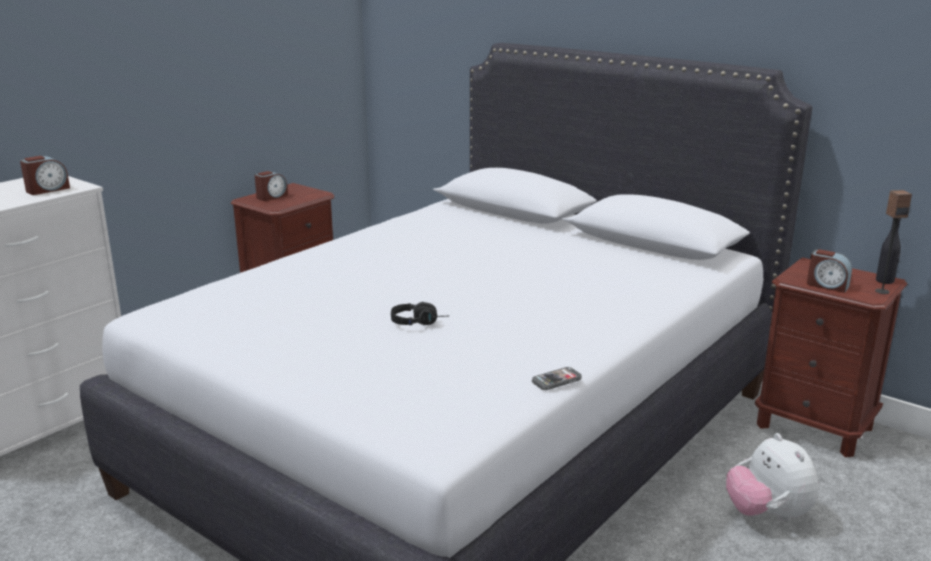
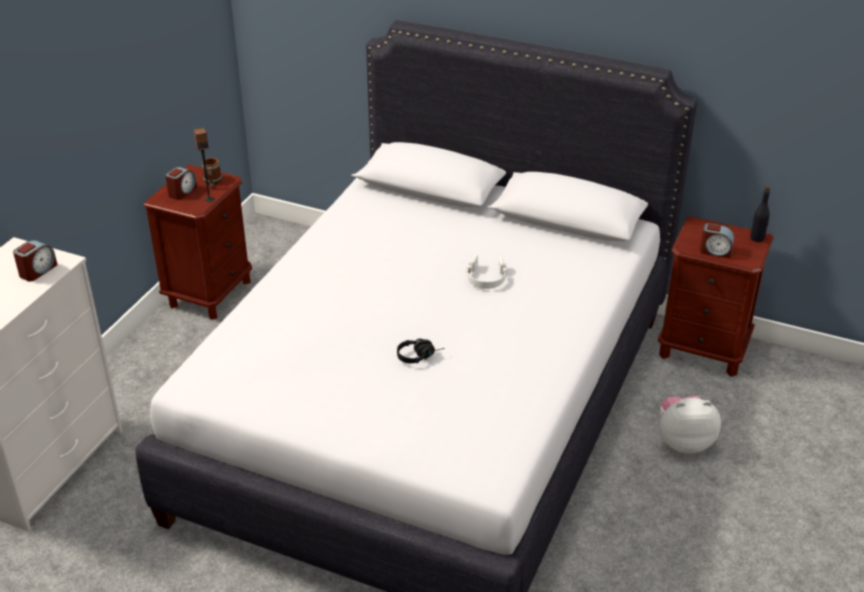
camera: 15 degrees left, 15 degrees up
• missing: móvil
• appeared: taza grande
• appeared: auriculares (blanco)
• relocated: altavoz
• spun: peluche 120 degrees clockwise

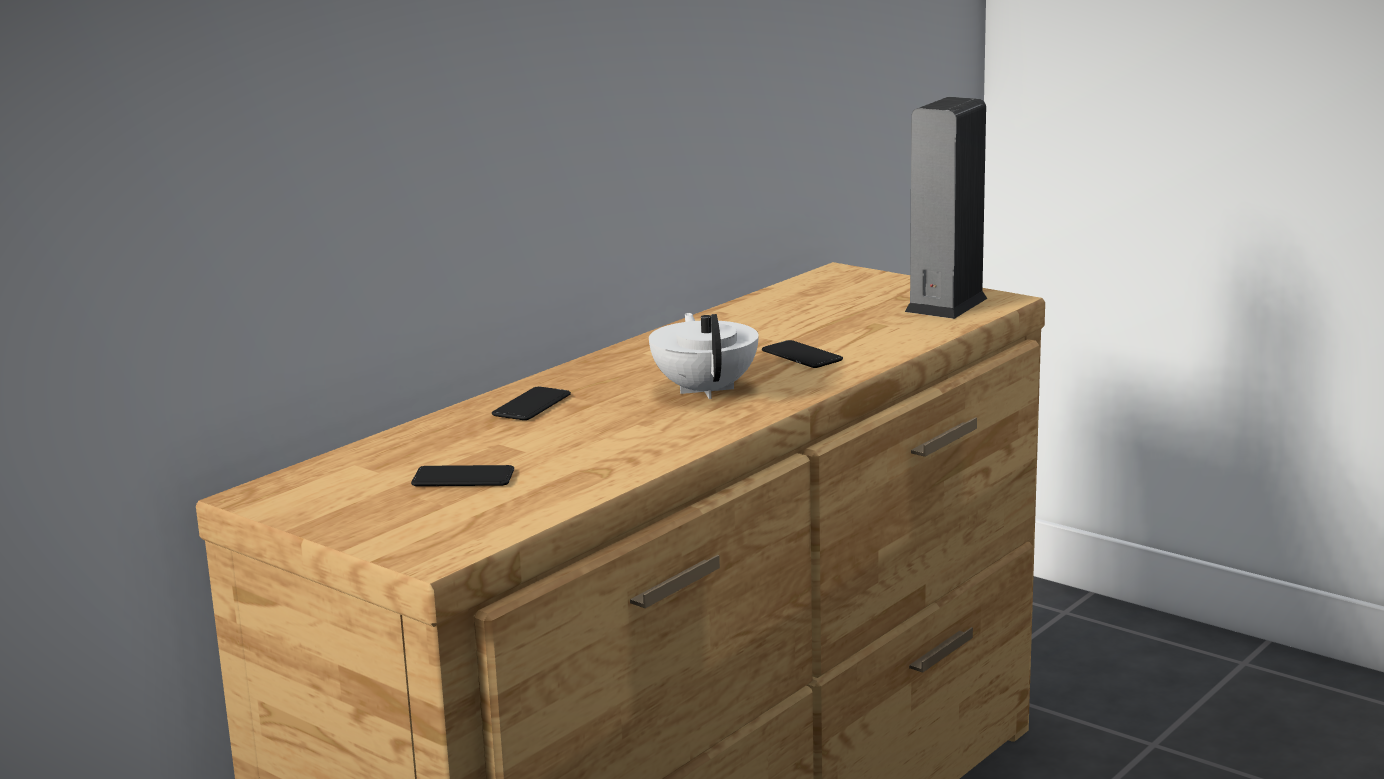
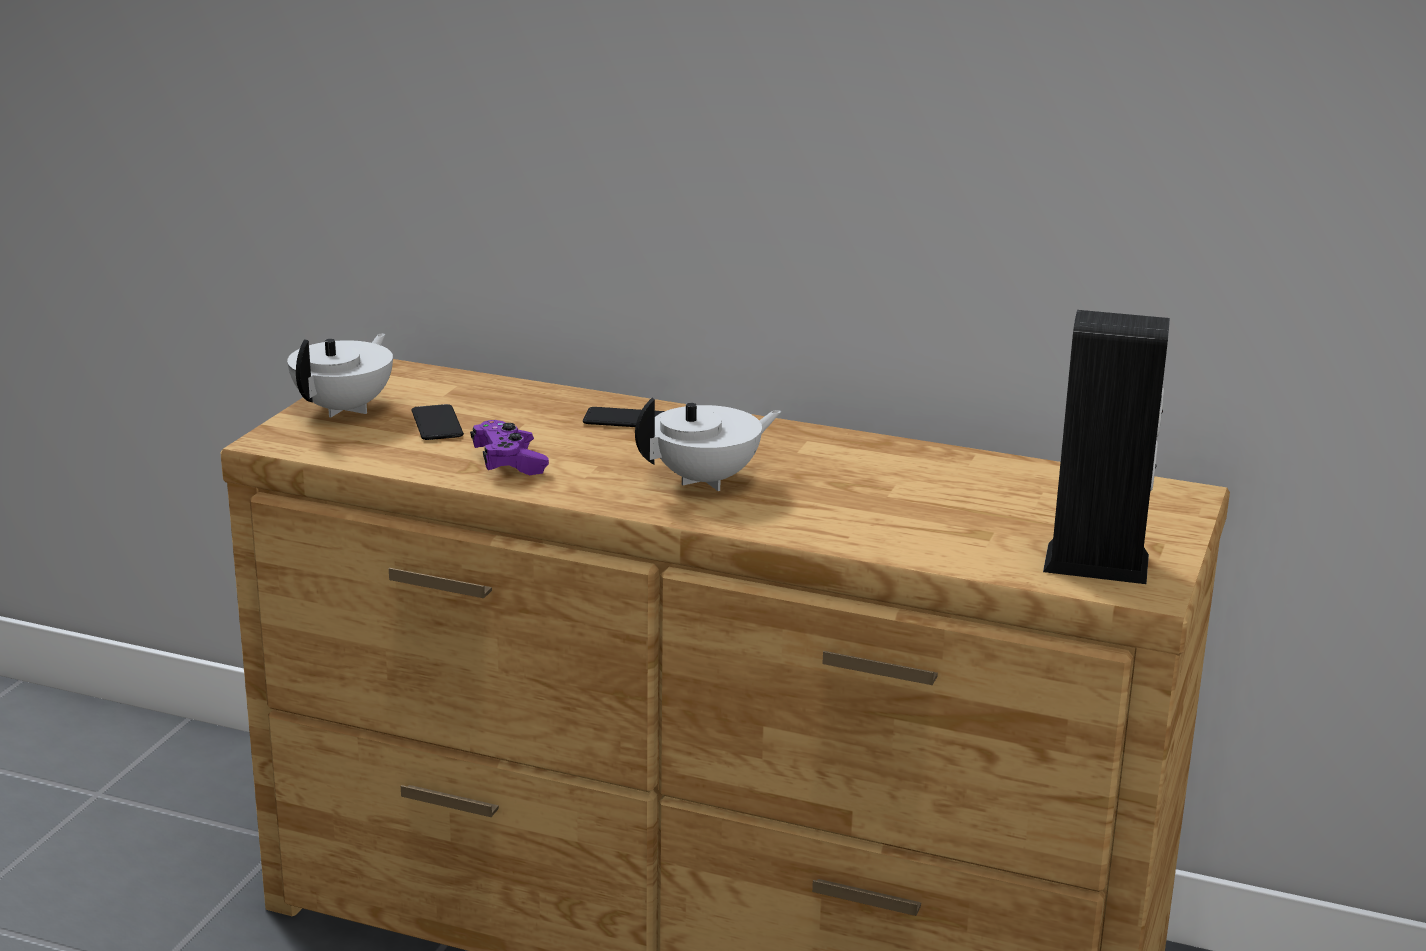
camera: 70 degrees right, 5 degrees up
• missing: móvil (no. 3 from left)
• appeared: tetera (blanco) (no. 1 from left)
• appeared: mando de consola (morado)

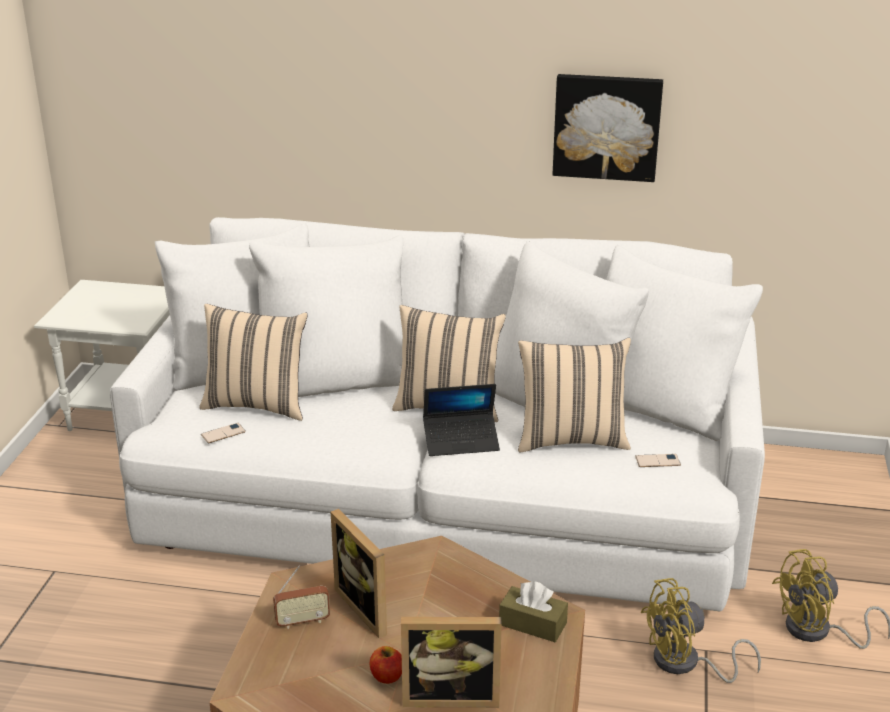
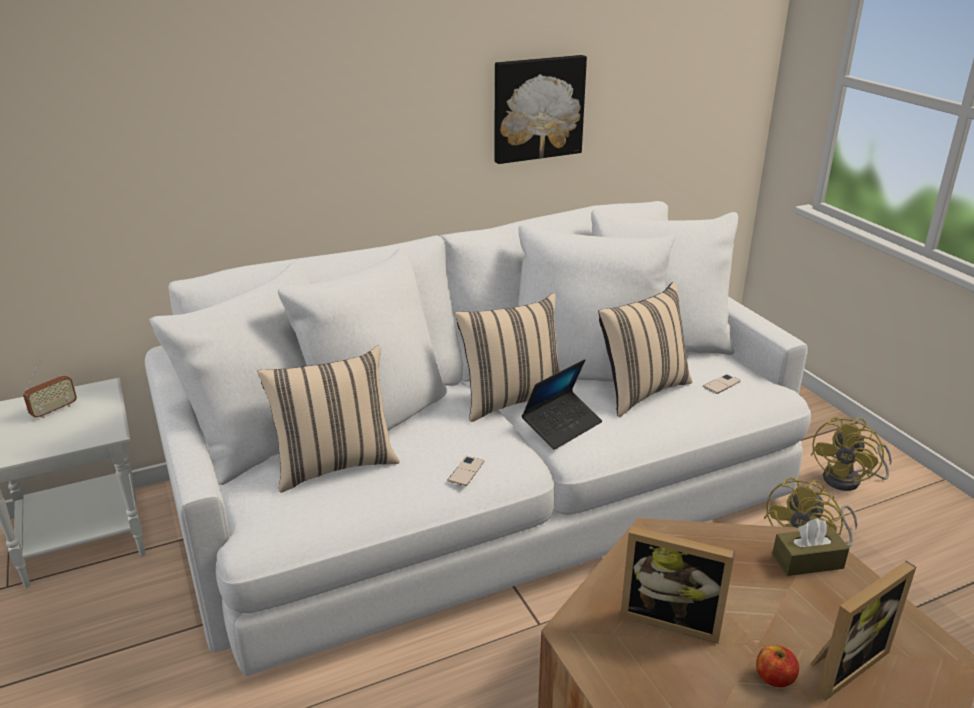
camera: 35 degrees left, 0 degrees up
• relocated: móvil (no. 1 from left)
• relocated: radio

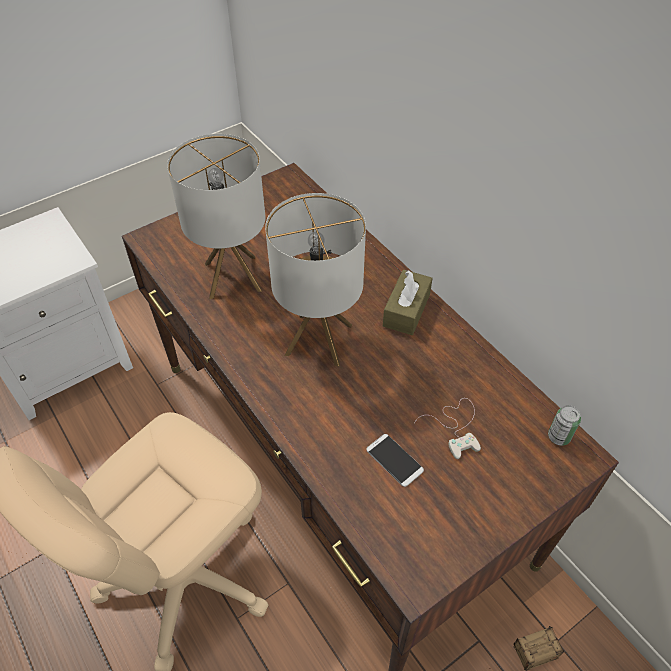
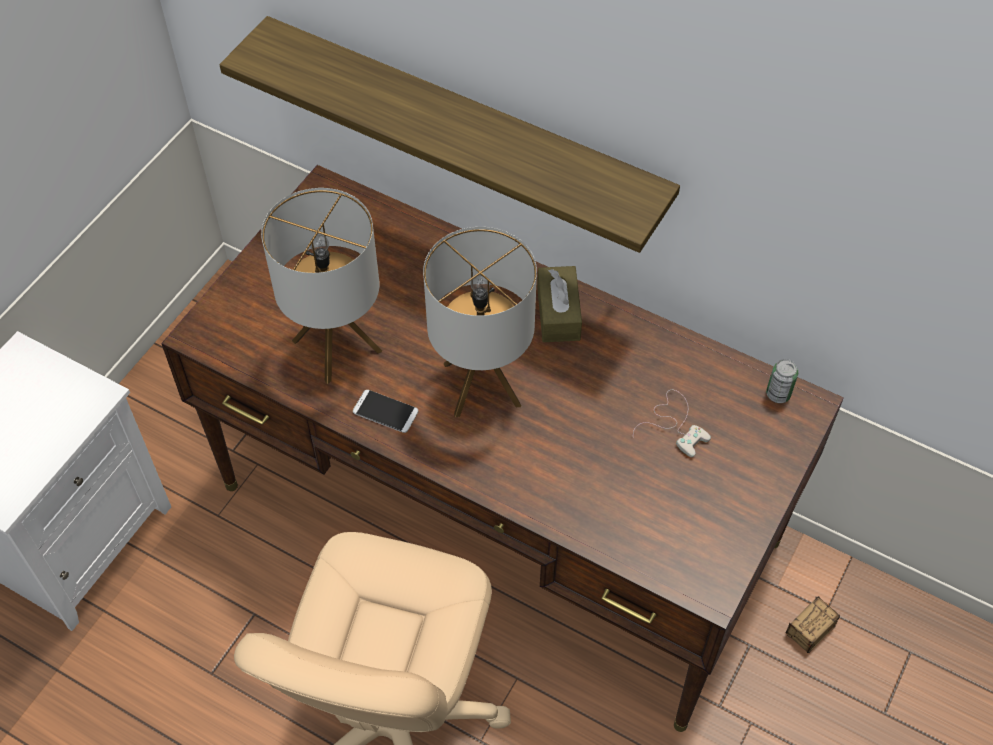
camera: 25 degrees left, 5 degrees up
• appeared: estante
• relocated: móvil

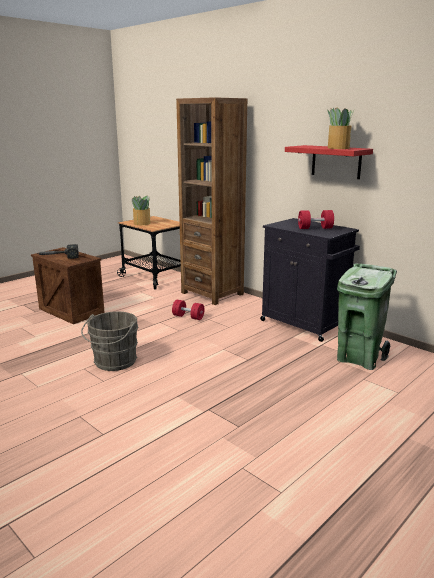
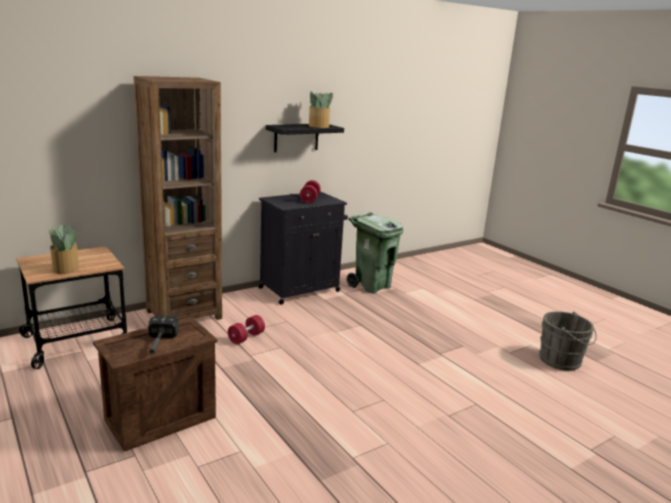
camera: 80 degrees left, 0 degrees up
• relocated: cubo (gris)
• colour: estante (rojo) to estante (negro)

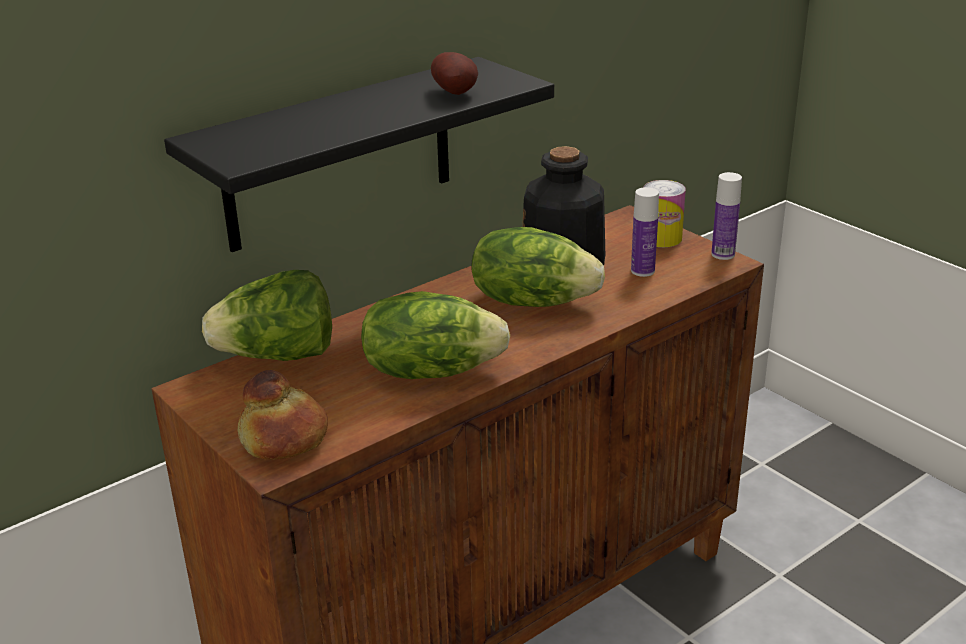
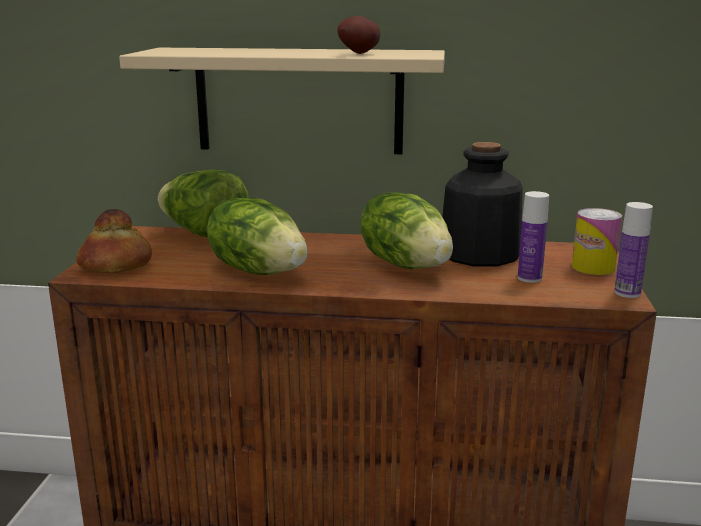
camera: 45 degrees right, 10 degrees down
• colour: estante (negro) to estante (beis)

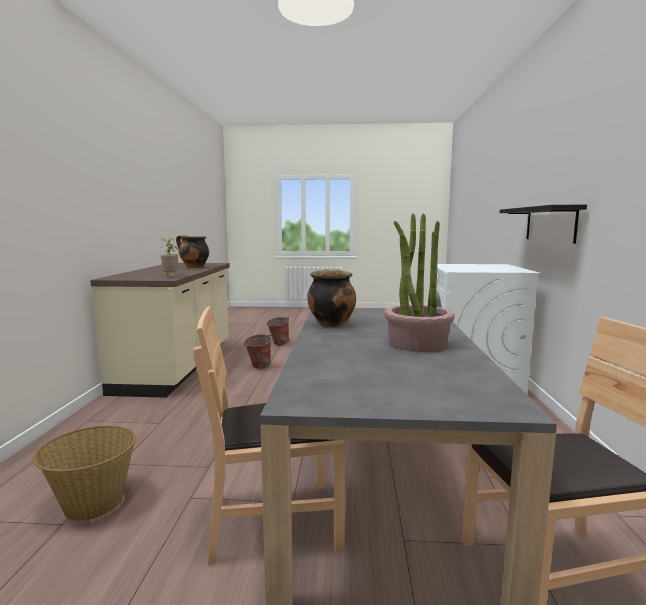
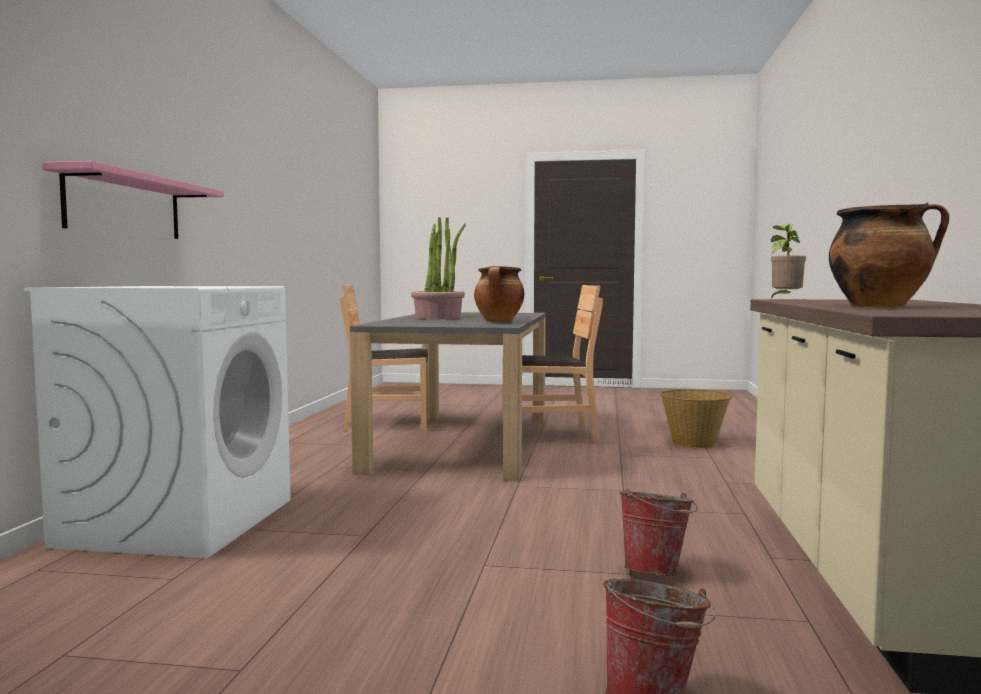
camera: 175 degrees left, 5 degrees down
• colour: estante (negro) to estante (rosa)

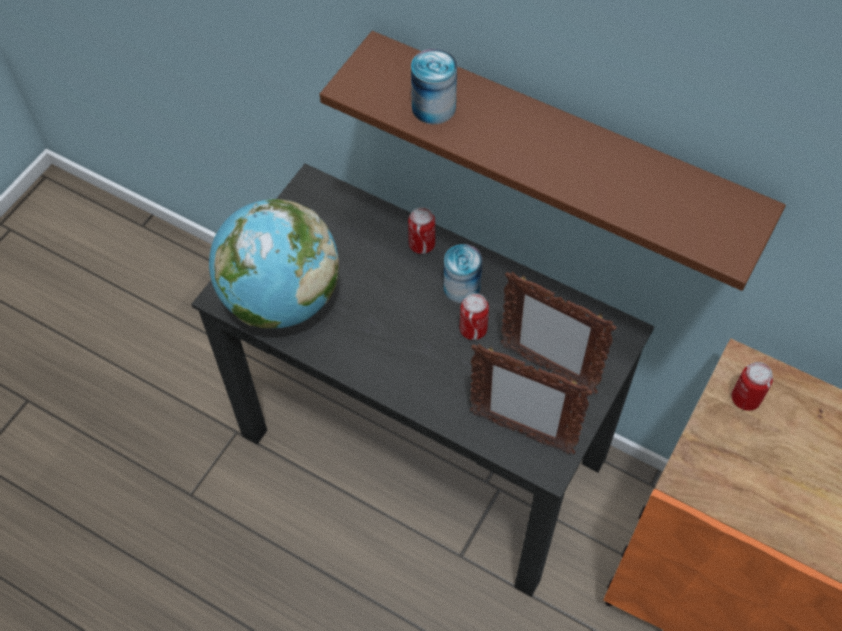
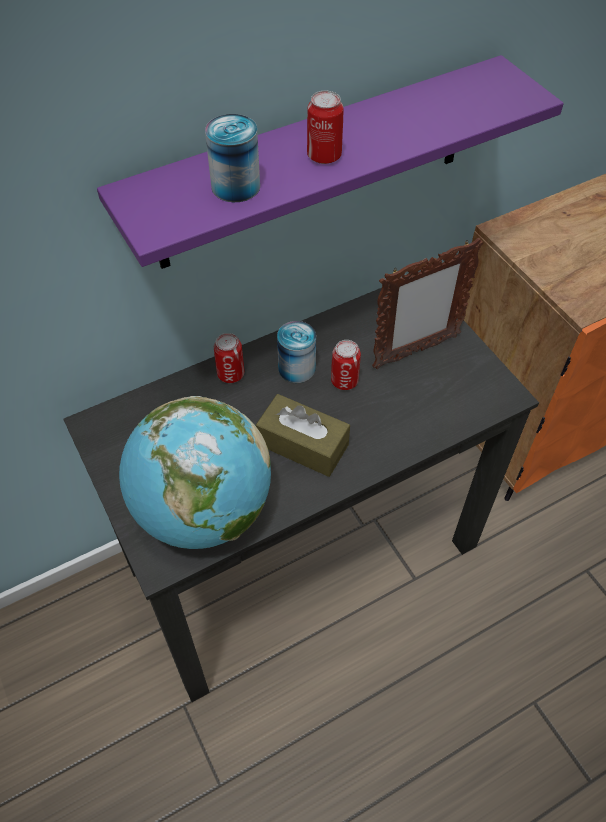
camera: 60 degrees left, 5 degrees down
• missing: portarretratos (no. 1 from left)
• appeared: caja de pañuelos (marrón)
• relocated: lata (no. 5 from left in the first image) to lata (no. 4 from left)
• colour: estante (marrón) to estante (morado)

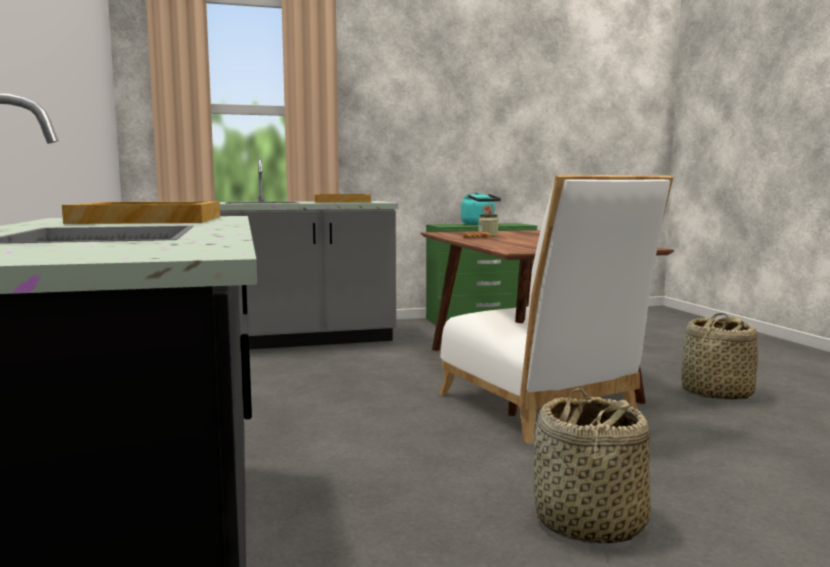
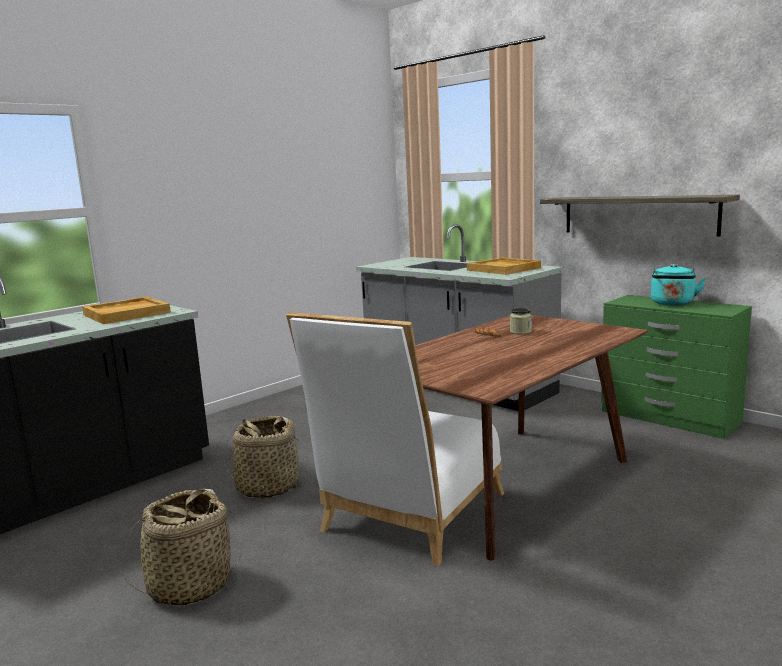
camera: 60 degrees right, 5 degrees up
• appeared: estante
• relocated: cesta (no. 2 from left)

